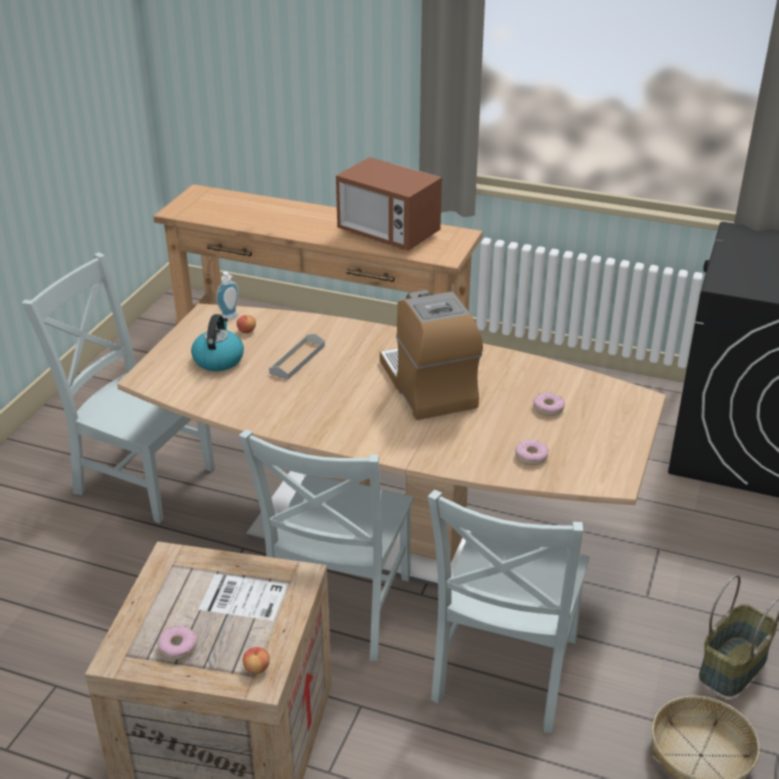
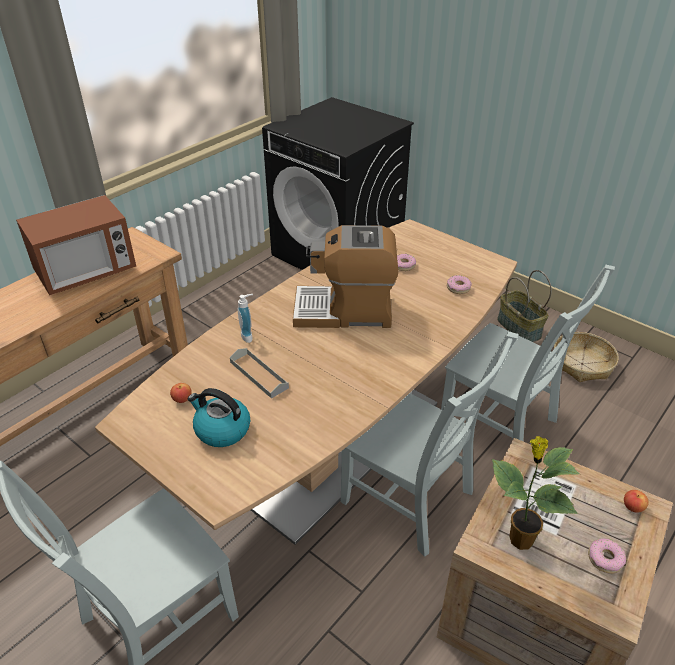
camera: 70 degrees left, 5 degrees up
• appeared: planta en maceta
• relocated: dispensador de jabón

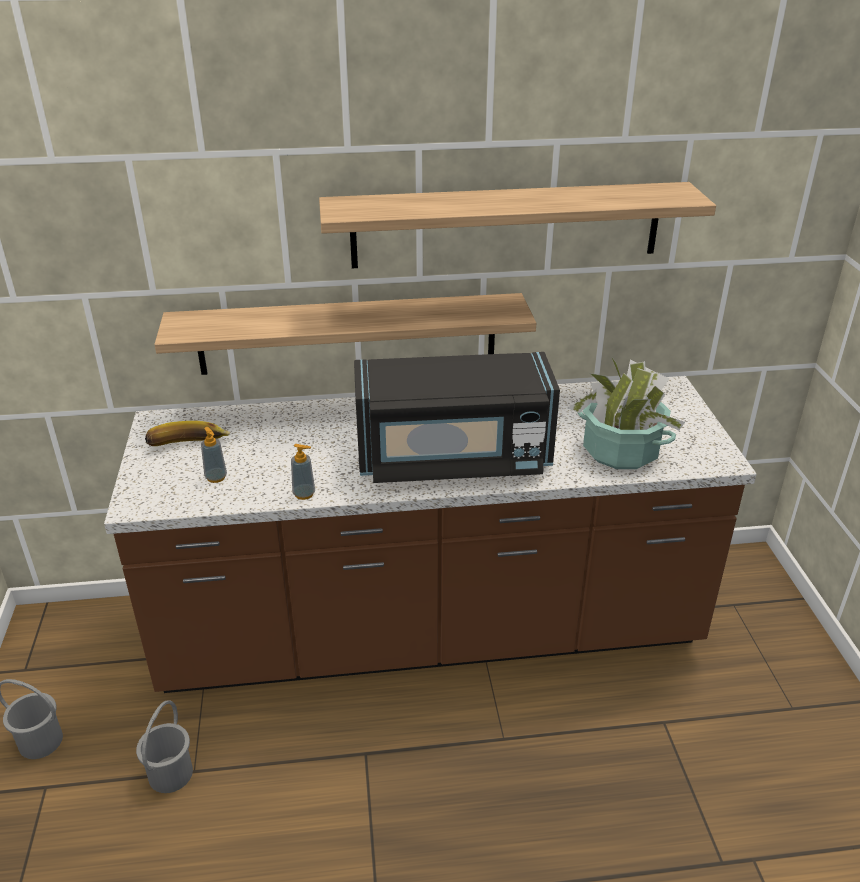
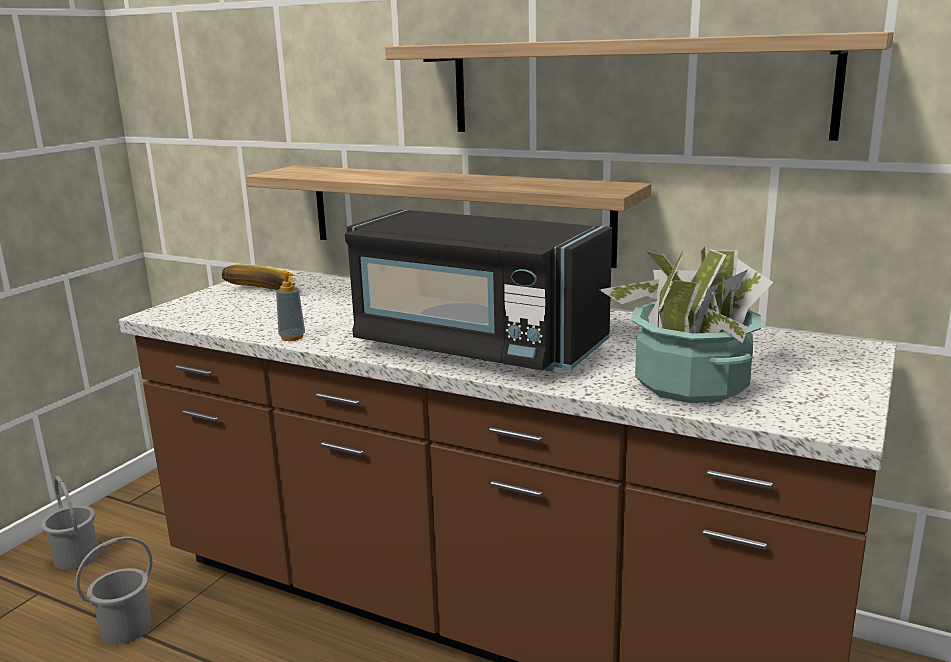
camera: 35 degrees right, 15 degrees down
• missing: dispensador de jabón (no. 1 from left)

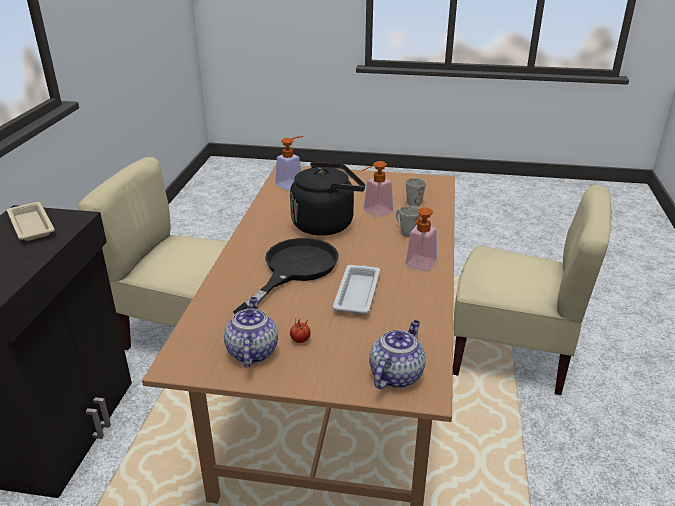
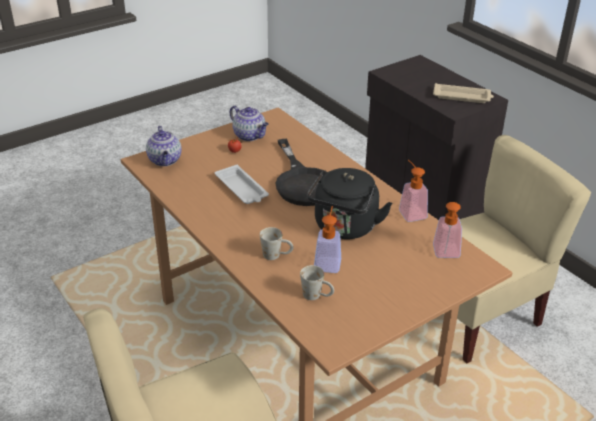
camera: 135 degrees right, 5 degrees up
• relocated: dispensador de jabón (no. 3 from left in the first image) to dispensador de jabón (no. 2 from left)

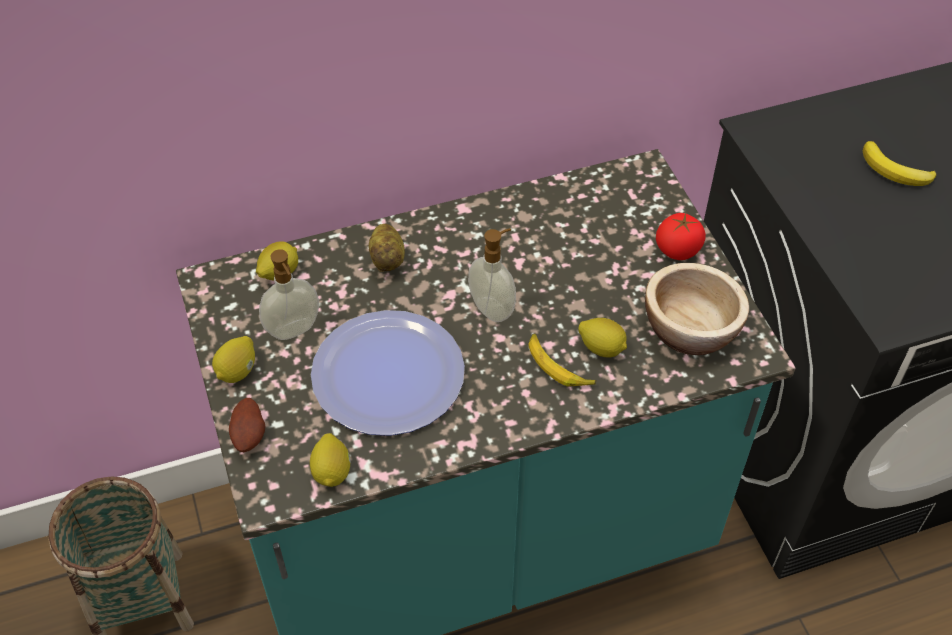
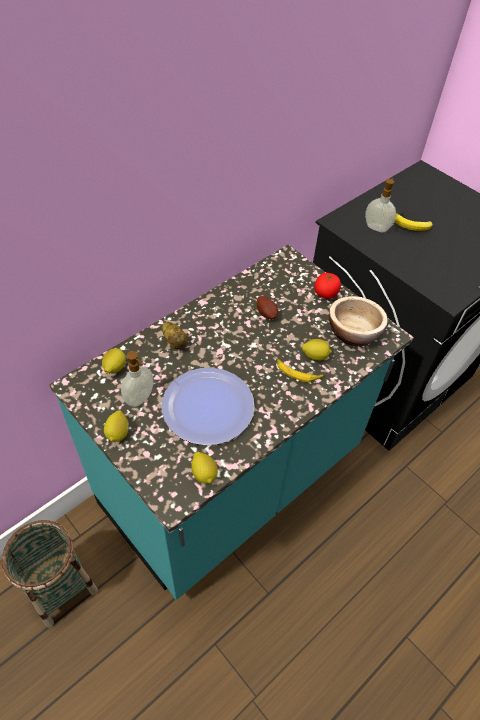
camera: 25 degrees left, 0 degrees up
• relocated: patata (no. 1 from left in the first image) to patata (no. 2 from left)
• relocated: dispensador de jabón (no. 2 from left)

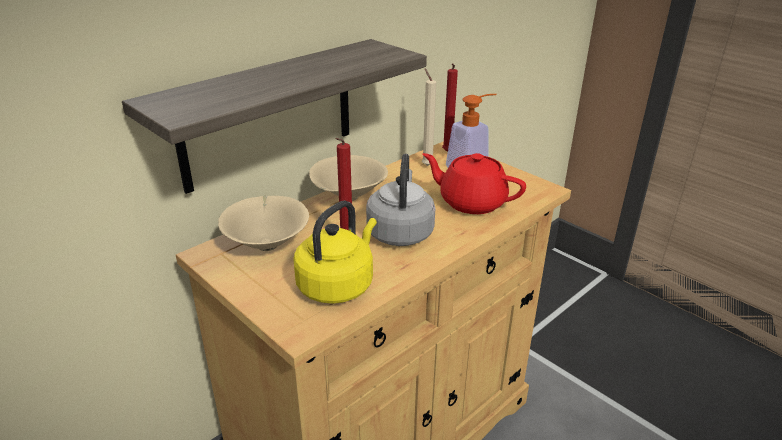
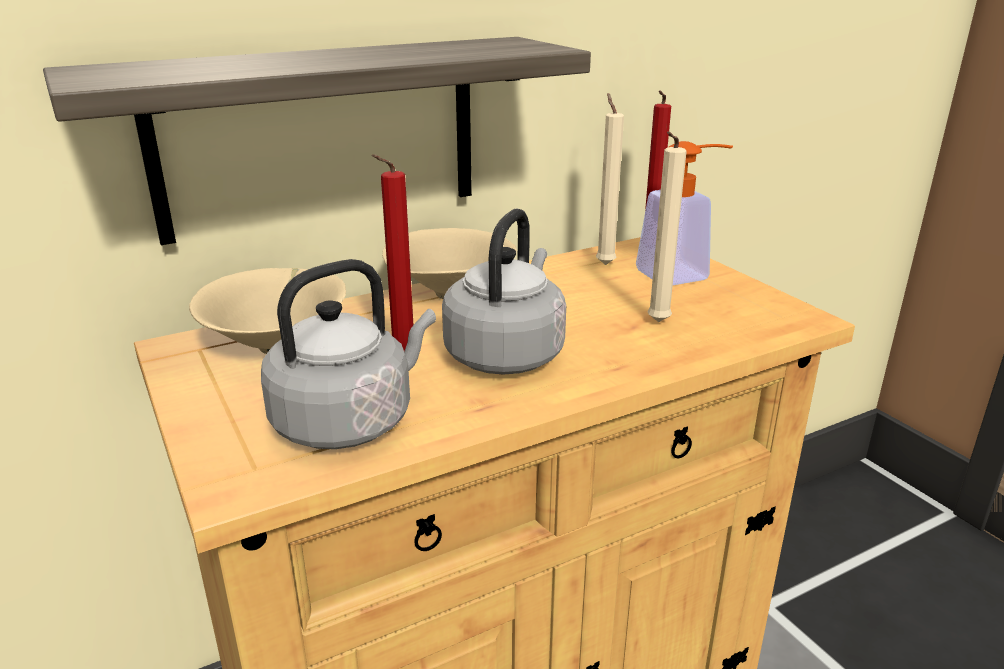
camera: 15 degrees right, 5 degrees down
• exchanged: tetera (rojo) to vela (beis) (no. 2 from left)
• colour: hervidor (amarillo) to hervidor (gris) (no. 1 from left)

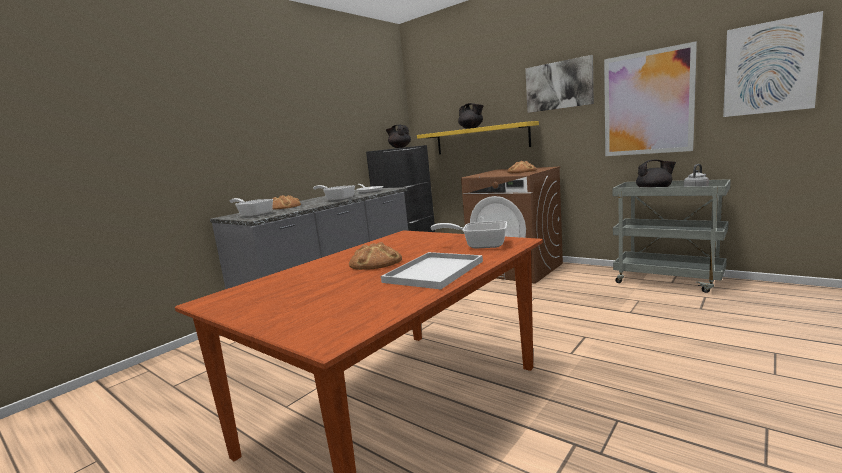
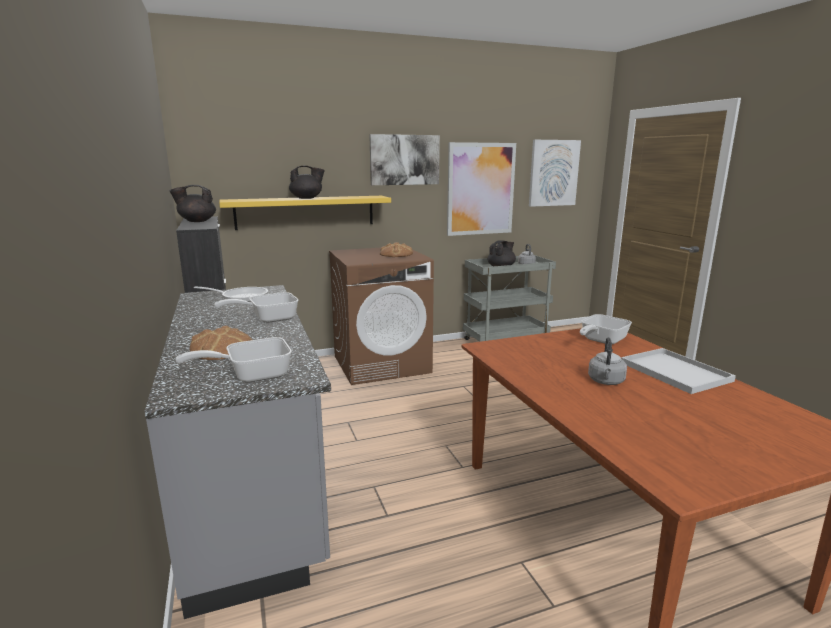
camera: 60 degrees left, 5 degrees up
• exchanged: pan (no. 2 from left) to hervidor (gris) (no. 2 from left)

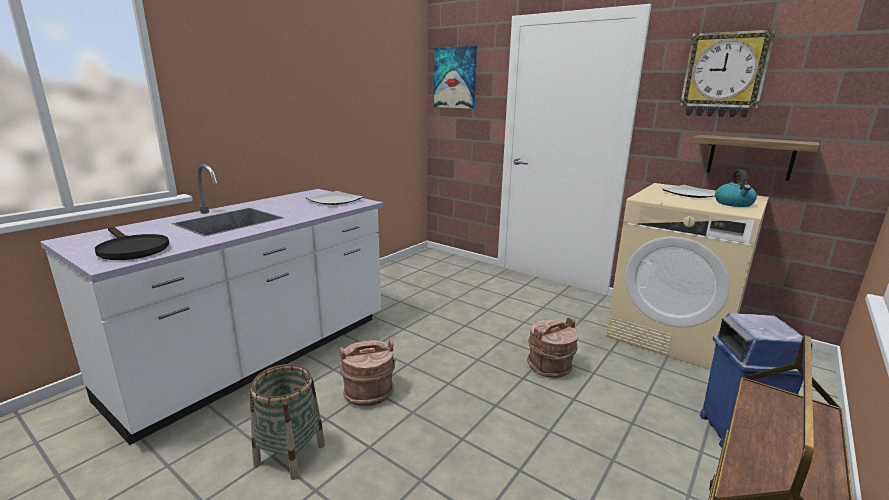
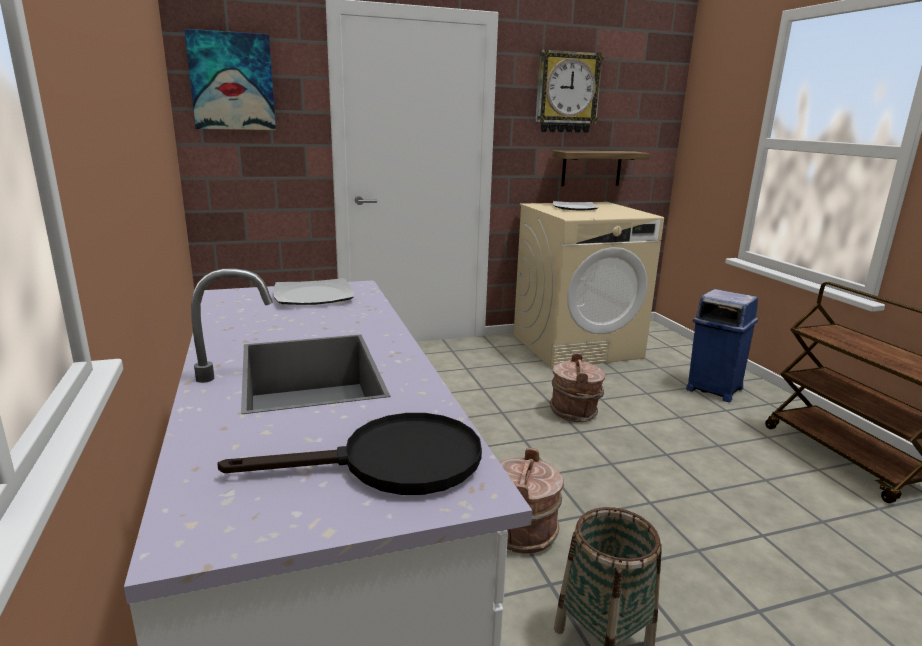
camera: 55 degrees left, 0 degrees up
• missing: hervidor

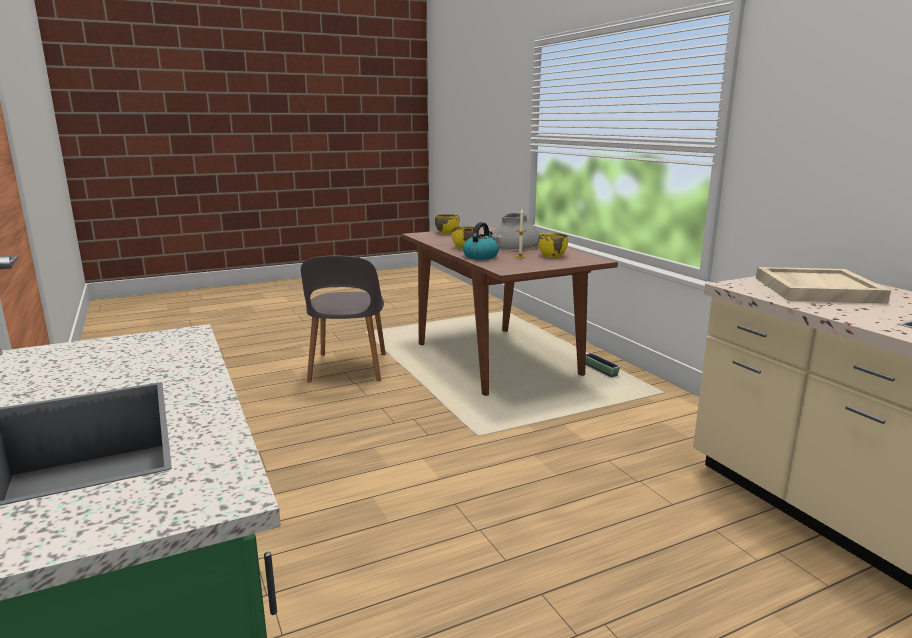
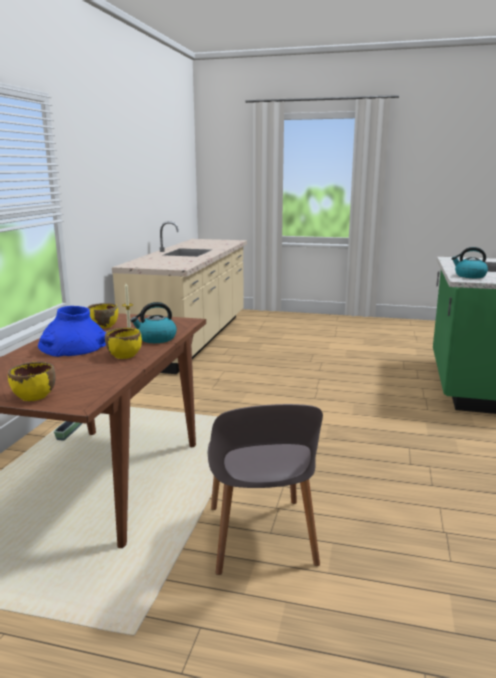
camera: 140 degrees left, 0 degrees up
• missing: bandeja (beis)
• appeared: hervidor (no. 2 from left)
• colour: florero (gris) to florero (azul)
• spun: silla (gris) 135 degrees clockwise

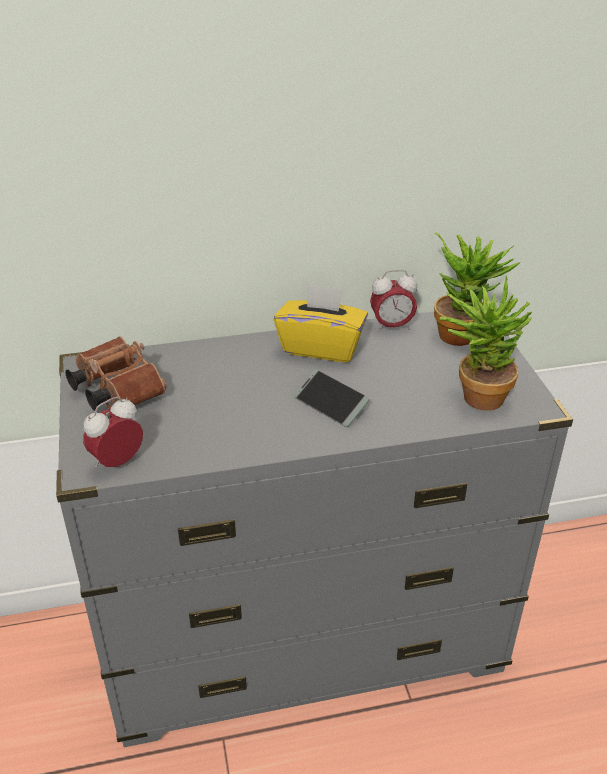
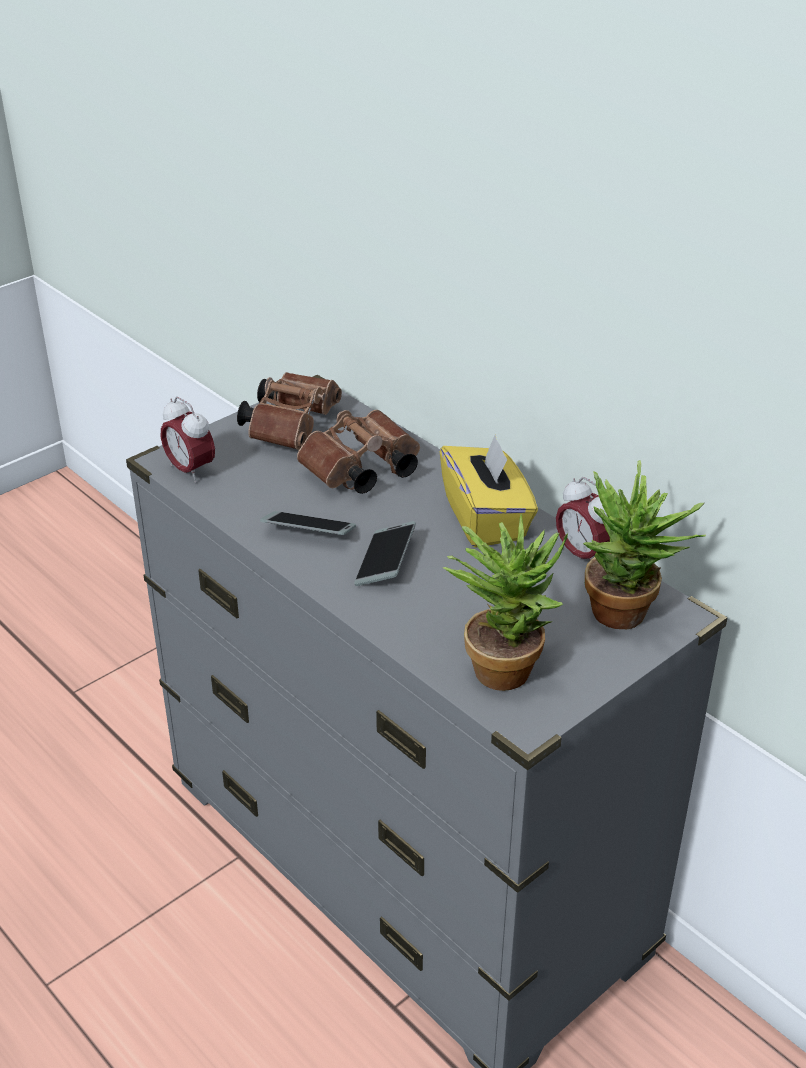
camera: 60 degrees right, 0 degrees up
• appeared: móvil (no. 1 from left)
• appeared: prismáticos (marrón) (no. 2 from left)
• spun: despertador (no. 1 from left) 150 degrees counterclockwise

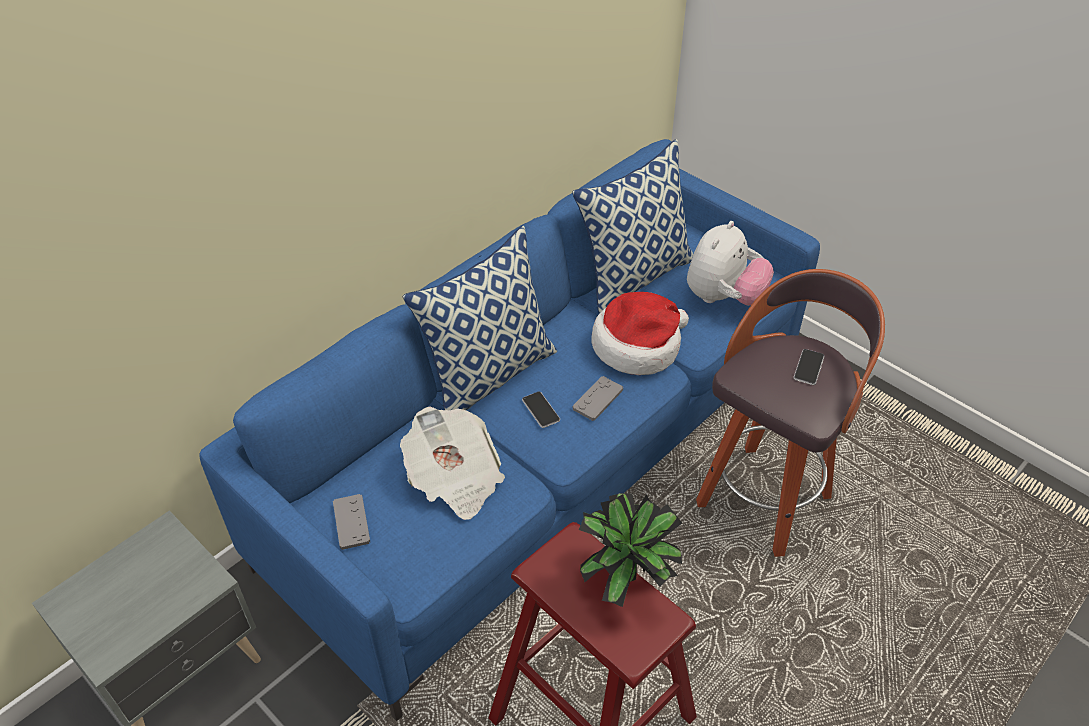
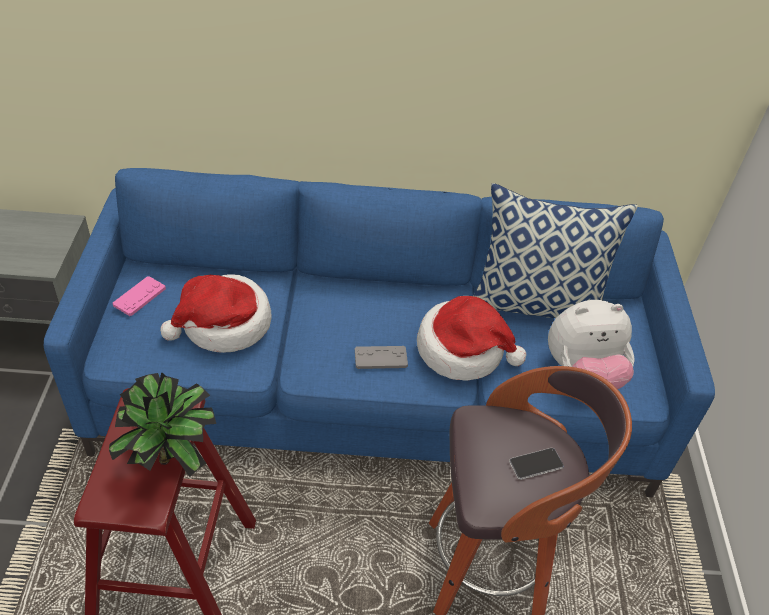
camera: 45 degrees right, 0 degrees up
• missing: cojín (no. 1 from left)
• missing: móvil (no. 1 from left)
• exchanged: periódico to sombrero (no. 1 from left)
• colour: mando de consola (gris) (no. 1 from left) to mando de consola (rosa)

